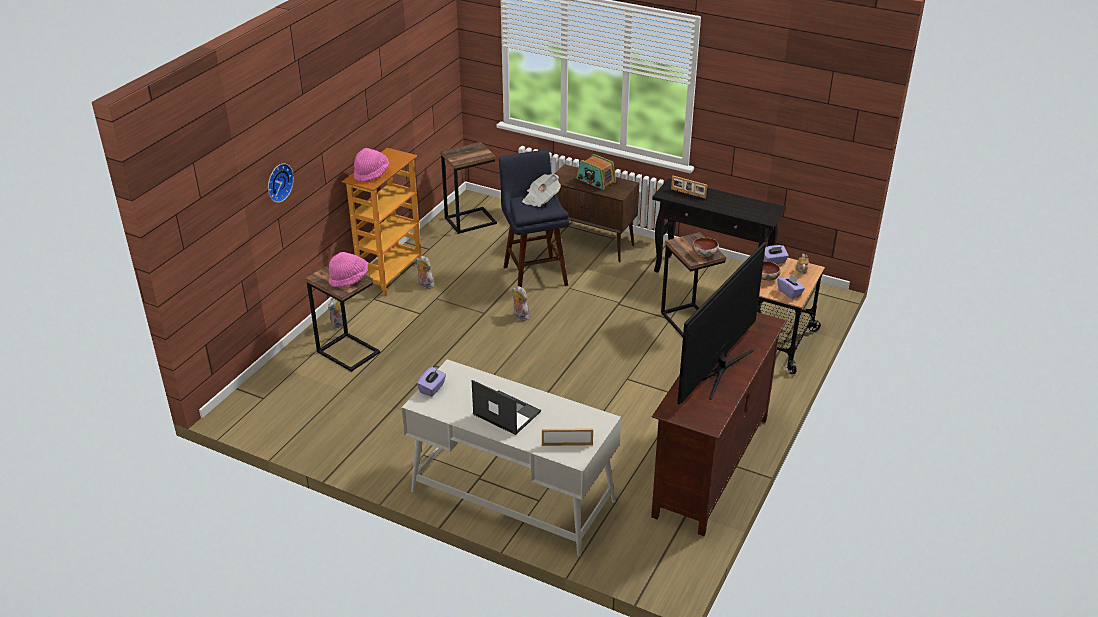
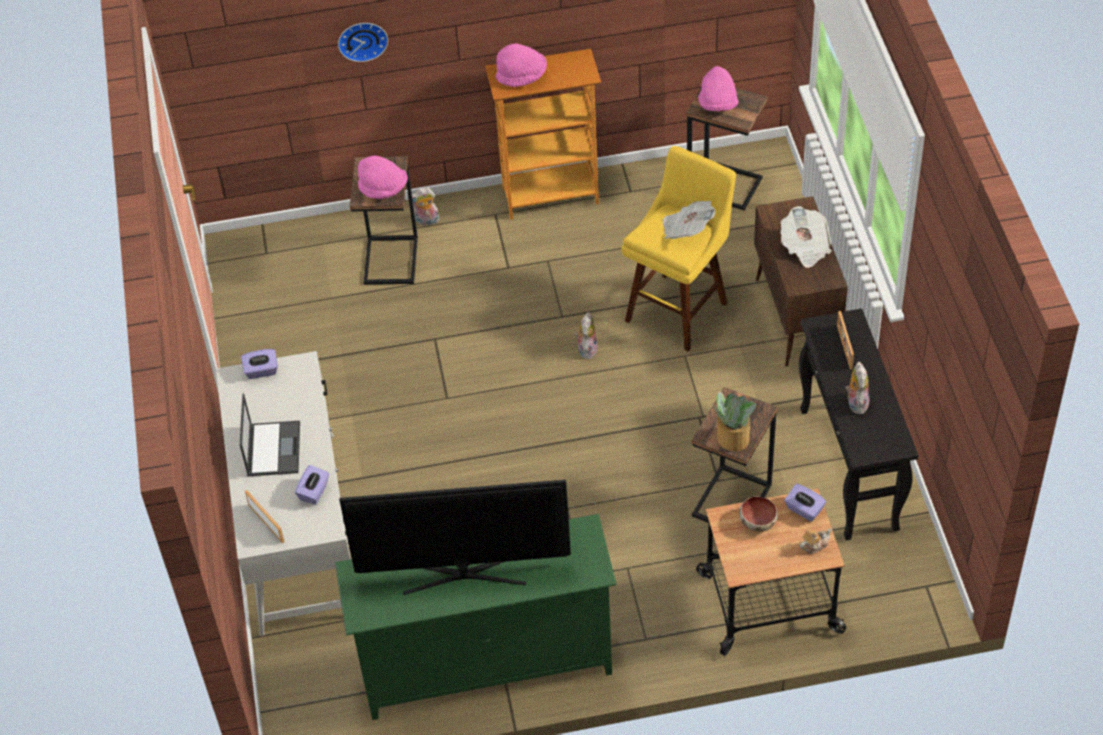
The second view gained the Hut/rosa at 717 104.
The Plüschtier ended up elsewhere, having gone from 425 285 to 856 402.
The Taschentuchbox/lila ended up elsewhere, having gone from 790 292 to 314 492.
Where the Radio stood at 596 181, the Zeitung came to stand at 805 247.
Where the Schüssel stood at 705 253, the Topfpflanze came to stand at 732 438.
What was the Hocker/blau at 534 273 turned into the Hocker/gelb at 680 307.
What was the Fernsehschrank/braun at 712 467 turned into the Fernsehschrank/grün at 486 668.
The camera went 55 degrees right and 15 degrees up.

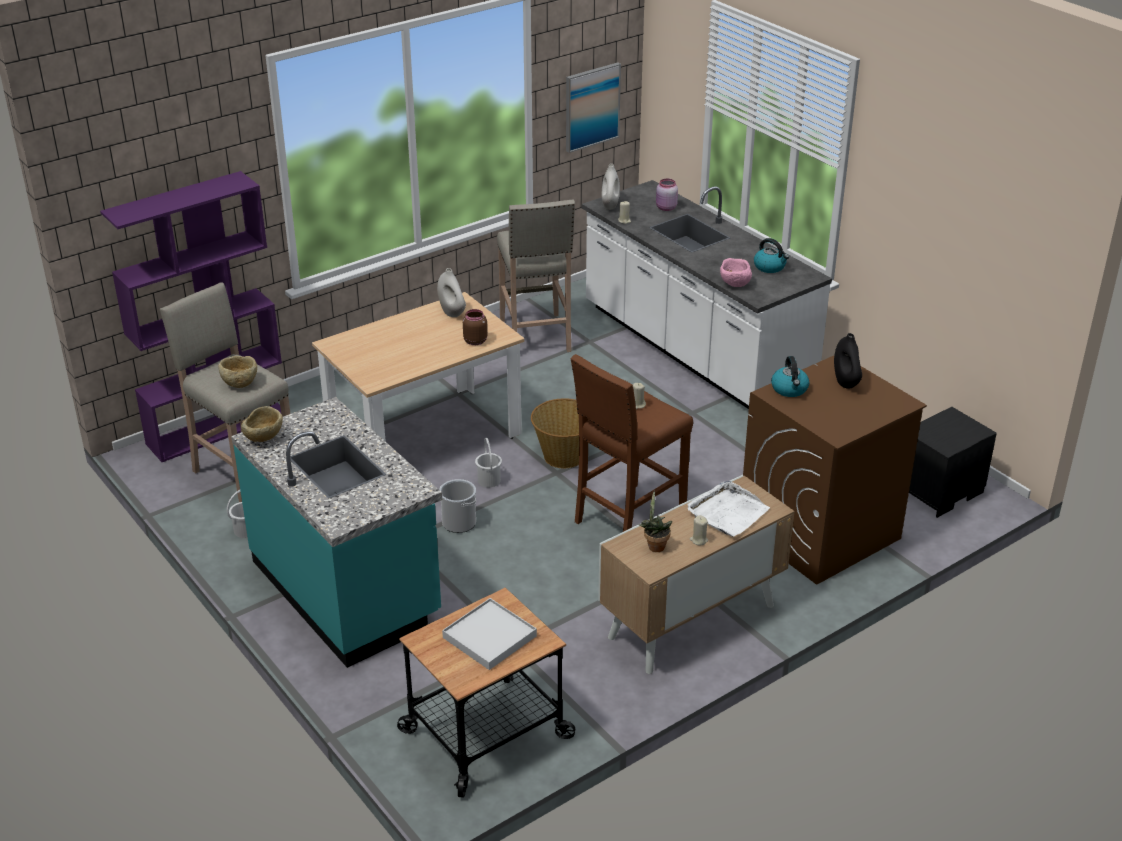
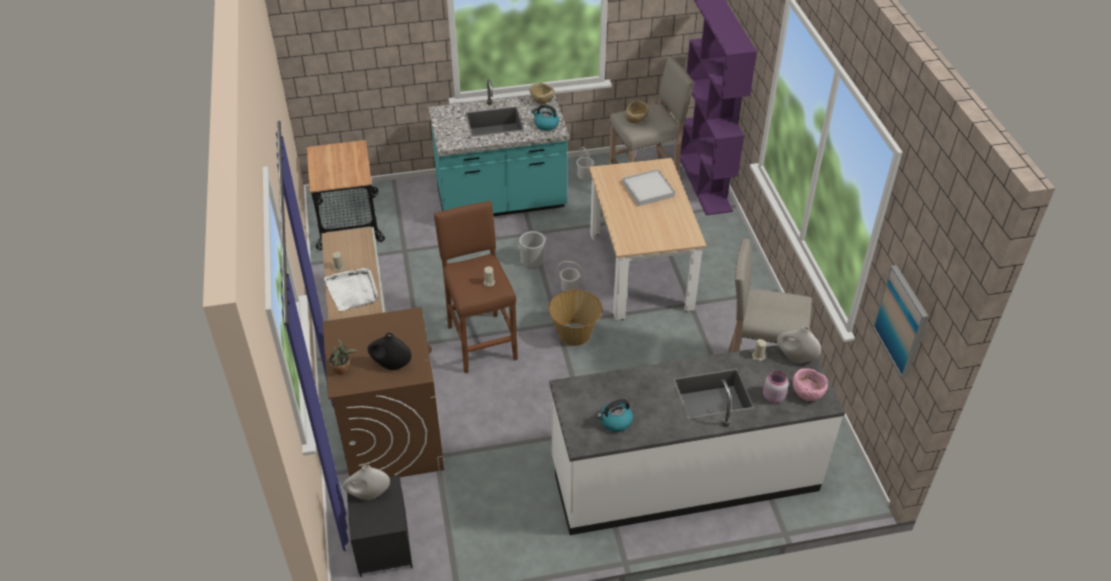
The second view lost the Vorratsglas/braun at 475 341.
The Vase/weiß ended up elsewhere, having gone from 452 312 to 368 495.
The Tablett/weiß ended up elsewhere, having gone from 490 637 to 648 189.
The Topfpflanze ended up elsewhere, having gone from 655 545 to 343 370.
The Schüssel/rosa ended up elsewhere, having gone from 734 284 to 807 393.
The Wasserkessel ended up elsewhere, having gone from 790 389 to 546 125.
The camera went 115 degrees right and 10 degrees up.

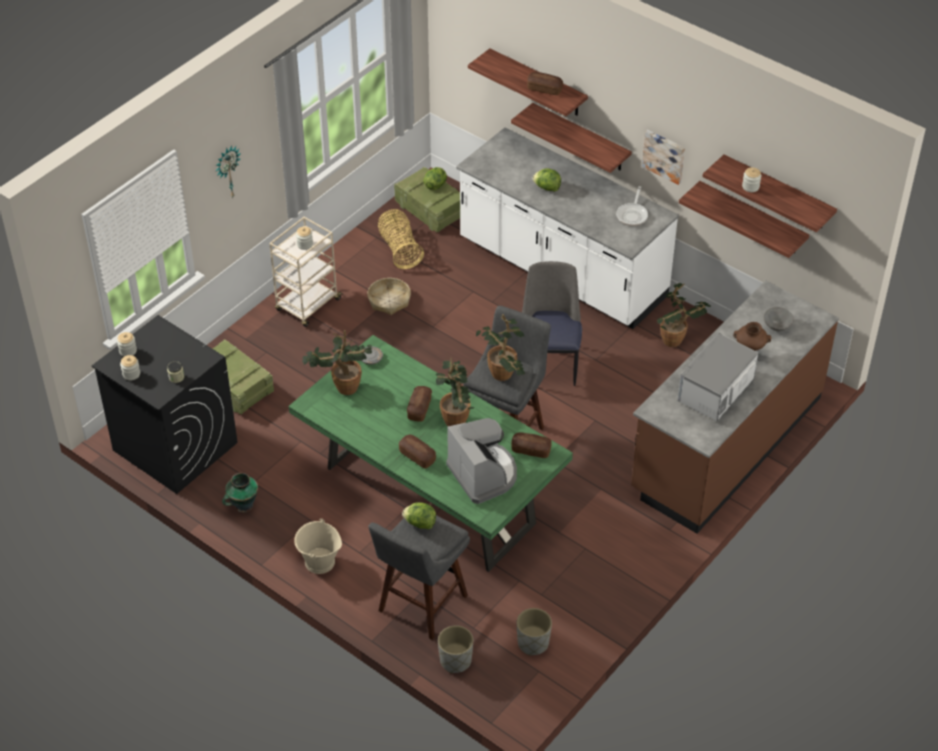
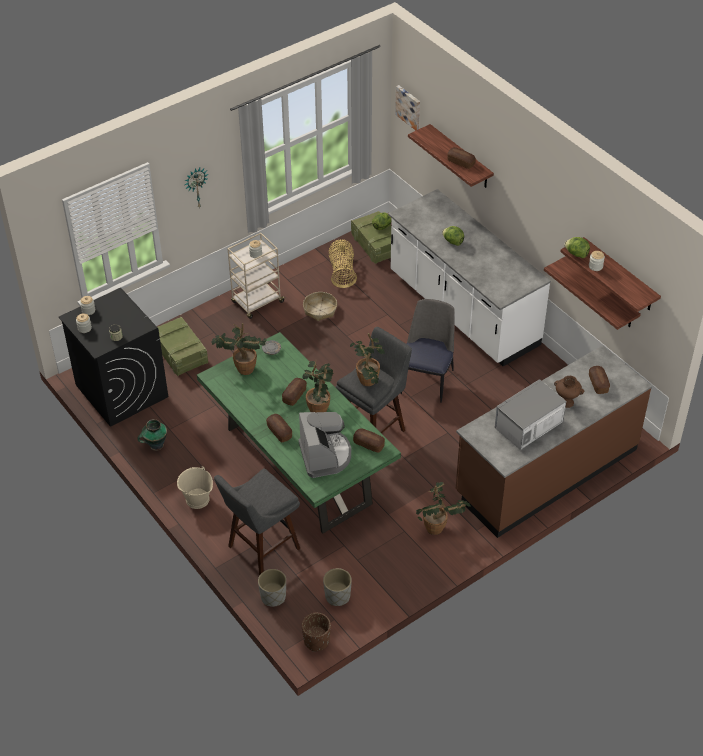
The second view lost the Wandregal at 580 138.
The second view lost the Pfanne at 632 215.
The second view gained the Pflanzkübel/braun at 316 641.
The Salatkopf ended up elsewhere, having gone from 420 523 to 576 254.
The Bild ended up elsewhere, having gone from 664 155 to 409 107.
The Topfpflanze ended up elsewhere, having gone from 677 340 to 439 528.
Where the Schüssel/grau stood at 777 326, the Brot came to stand at 598 384.
The camera went 15 degrees right and 0 degrees up.

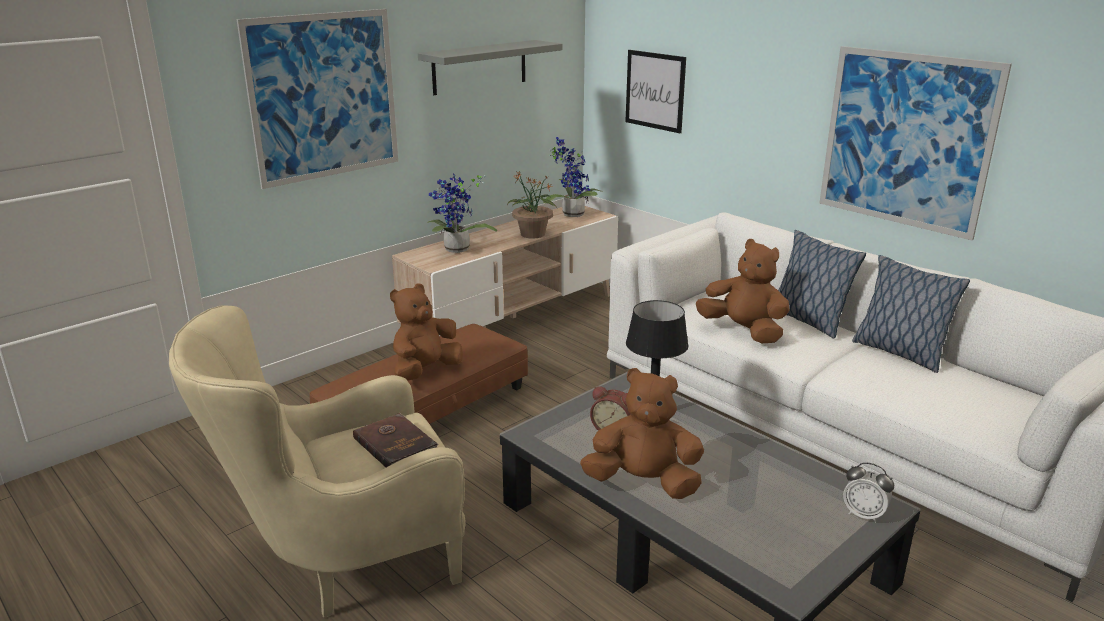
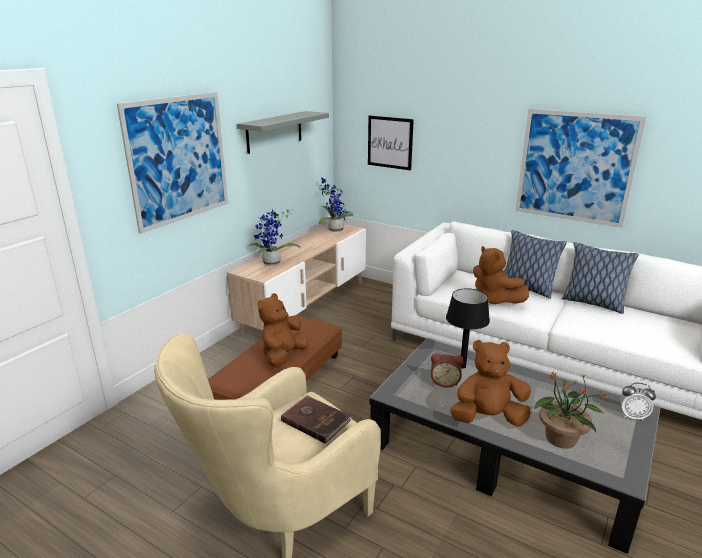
The Topfpflanze ended up elsewhere, having gone from 532 234 to 561 439.
The Plüschtier/braun at 743 331 ended up facing another way, 150 degrees counterclockwise from before.
The camera went 15 degrees left and 0 degrees up.

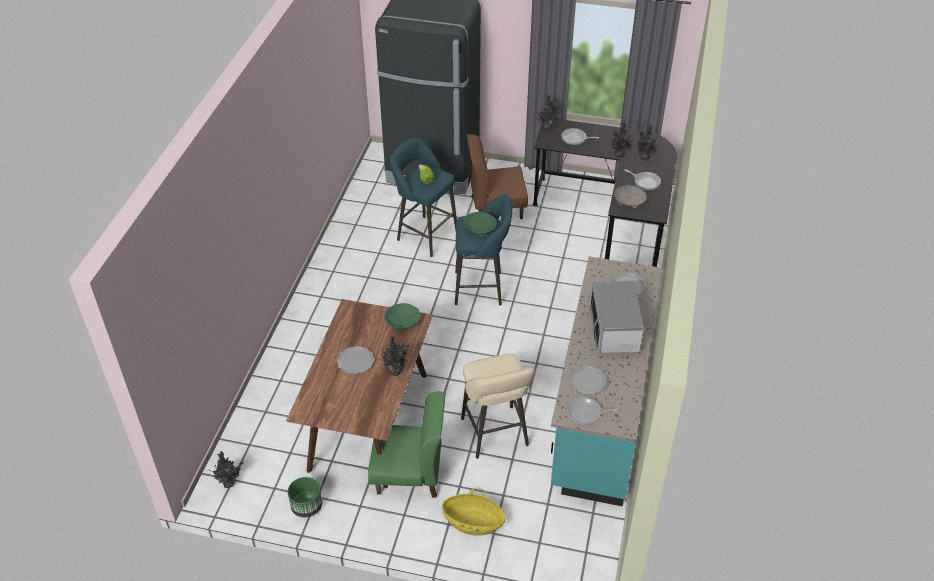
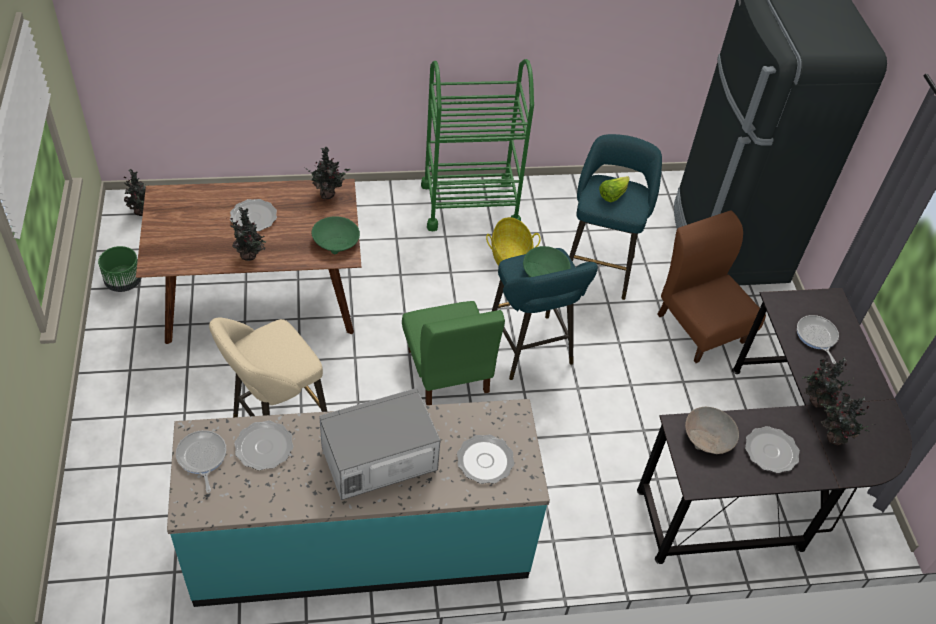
The second view gained the Rollwagen/grün at 469 204.
The Stuhl/grün ended up elsewhere, having gone from 409 474 to 447 371.
The Korb ended up elsewhere, having gone from 473 522 to 510 257.
The Topfpflanze ended up elsewhere, having gone from 547 127 to 328 194.
Where the Pfanne stood at 645 182, the Teller came to stand at 771 451.
The camera went 65 degrees right and 5 degrees up.

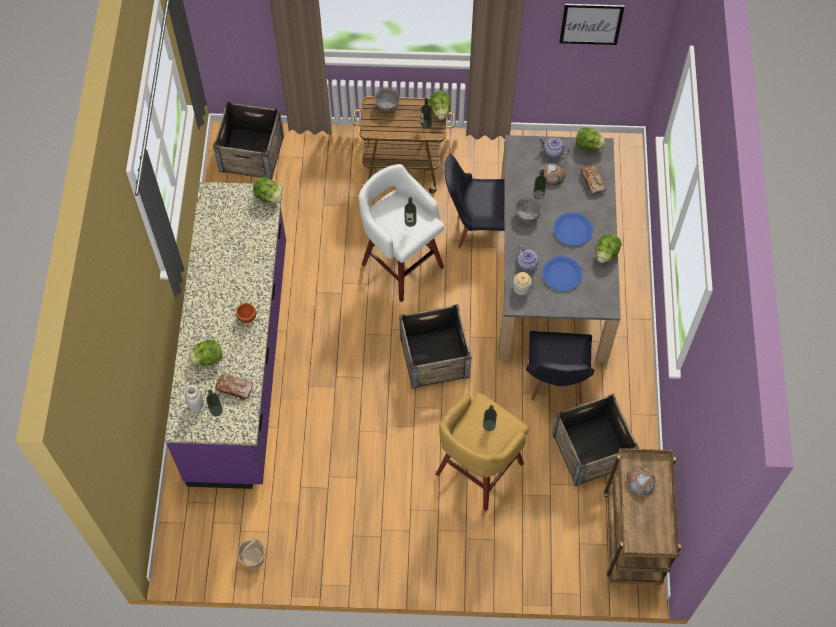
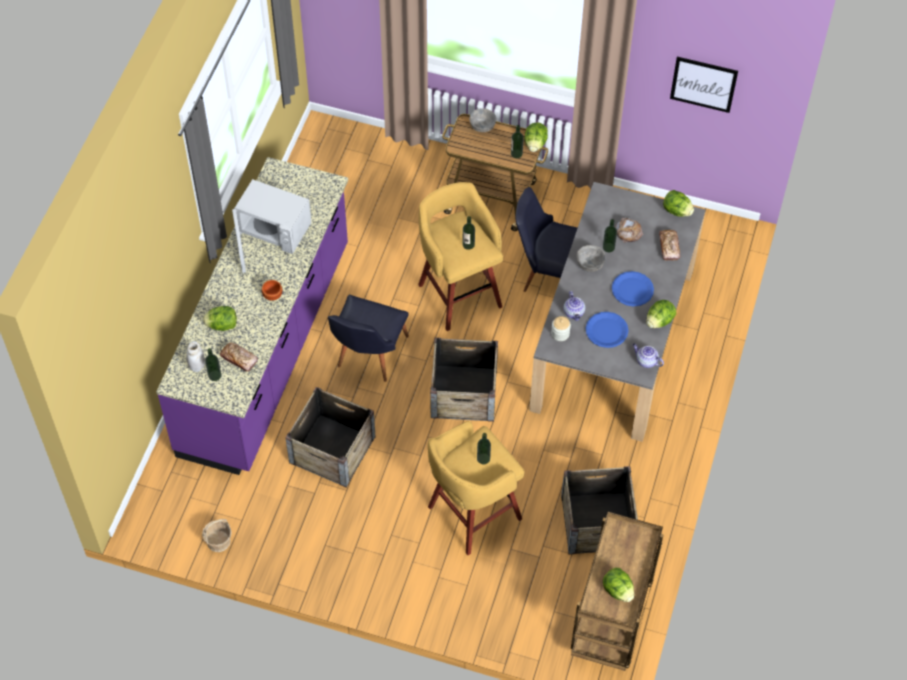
The second view lost the Brot at 640 481.
The second view gained the Mikrowelle/weiß at 271 230.
The Kiste ended up elsewhere, having gone from 251 153 to 332 449.
The Salatkopf ended up elsewhere, having gone from 268 196 to 618 590.
The Stuhl/schwarz ended up elsewhere, having gone from 555 382 to 368 357.
The Teekanne ended up elsewhere, having gone from 552 152 to 646 361.
What was the Hocker/weiß at 401 264 turned into the Hocker/gelb at 459 293.
The camera went 15 degrees right and 5 degrees down.

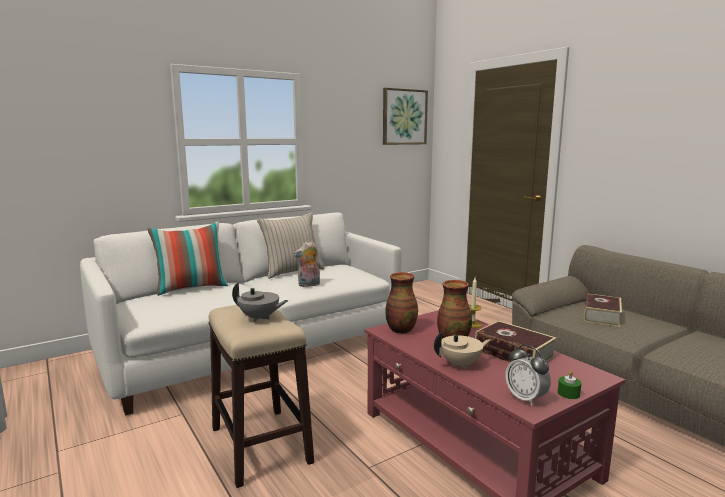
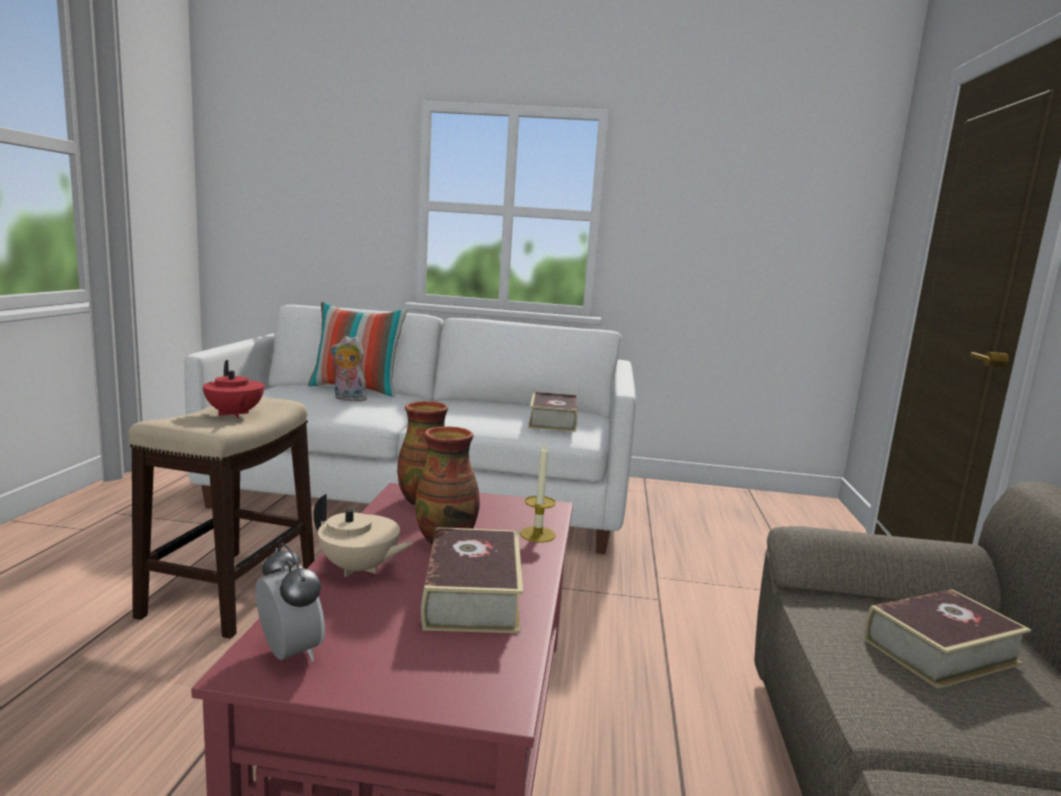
The second view lost the Kissen/beige at 292 271.
The second view lost the Bild at 404 117.
The second view lost the Kerze/grün at 568 393.
The second view gained the Buch at 553 421.
The Plüschtier ended up elsewhere, having gone from 308 285 to 348 399.
What was the Teekanne/grau at 260 318 turned into the Teekanne/rot at 234 414.
The Wecker at 525 398 ended up facing another way, 135 degrees clockwise from before.
The camera went 40 degrees right and 0 degrees up.

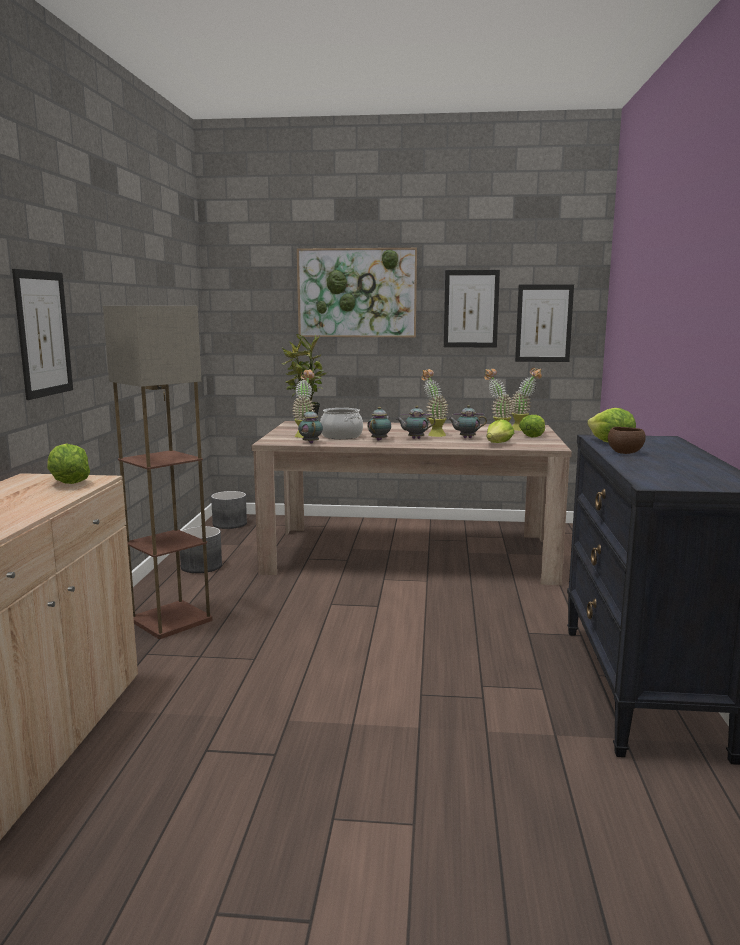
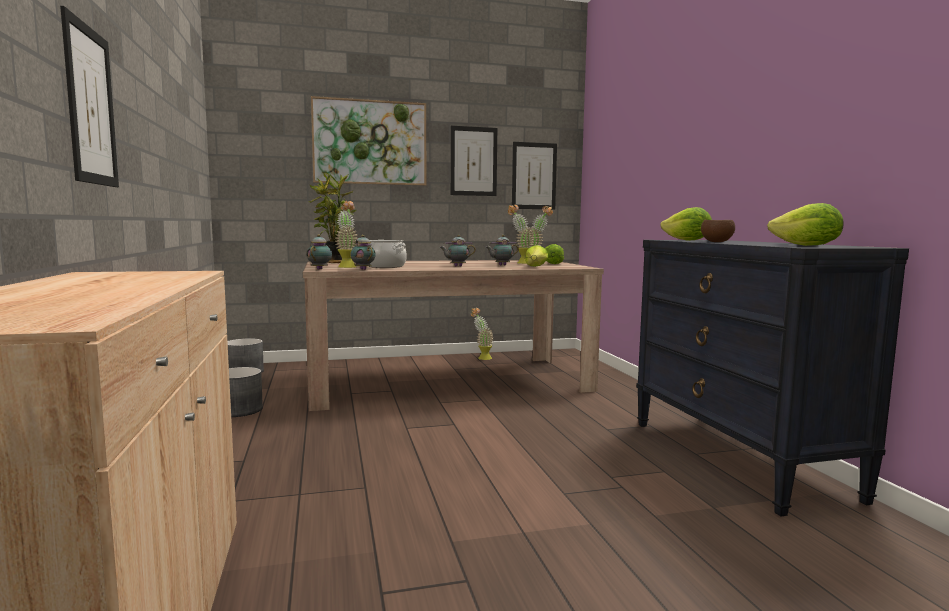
The second view lost the Stehlampe at 171 619.
The Salatkopf ended up elsewhere, having gone from 68 483 to 807 246.
The Teekanne ended up elsewhere, having gone from 380 440 to 320 269.
The Topfpflanze ended up elsewhere, having gone from 433 434 to 481 358.
The camera went 20 degrees left and 5 degrees down.

